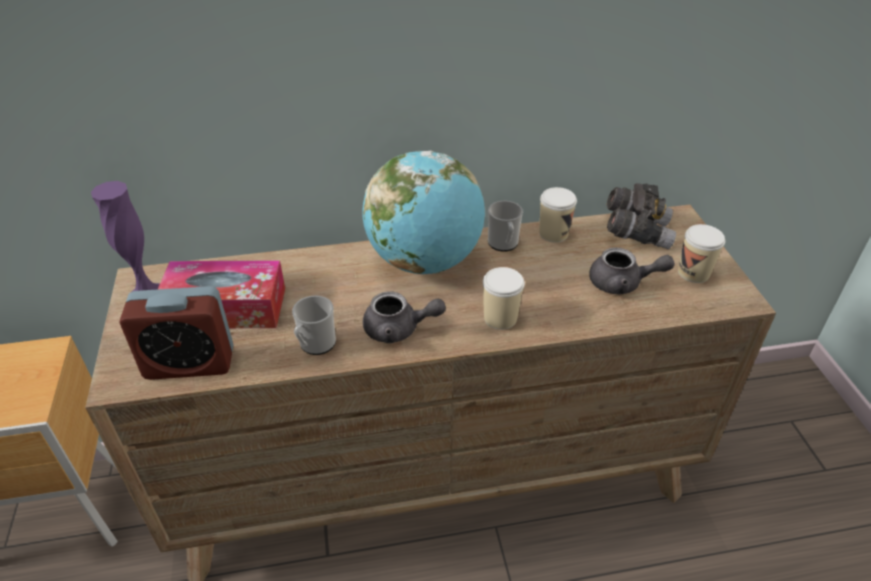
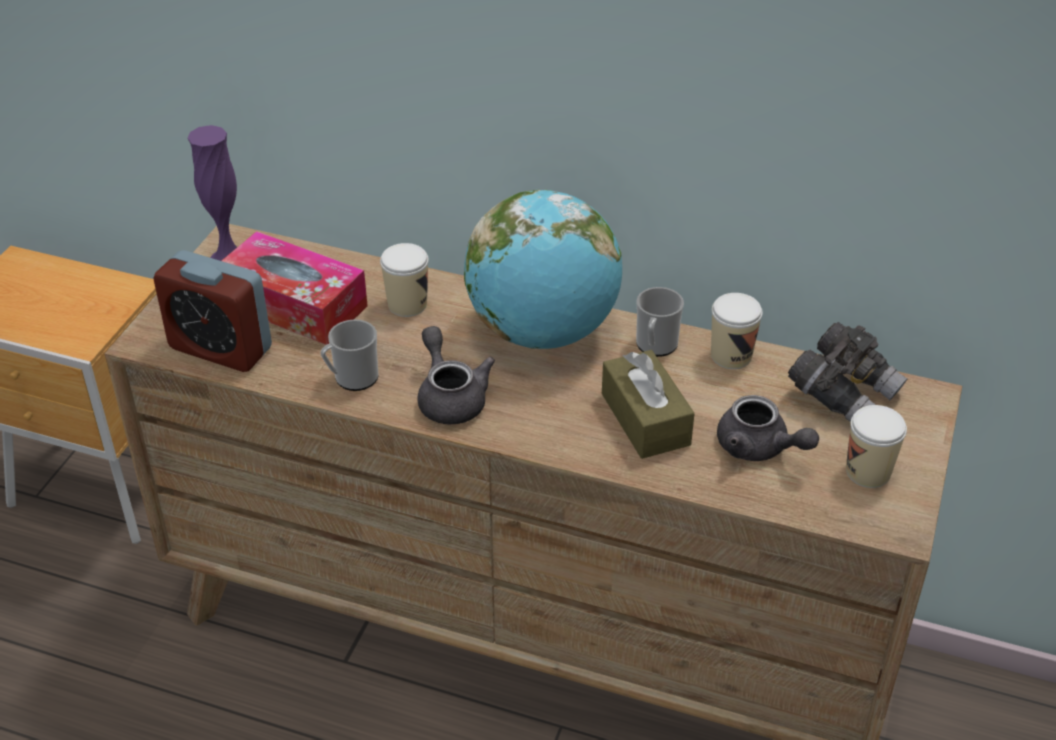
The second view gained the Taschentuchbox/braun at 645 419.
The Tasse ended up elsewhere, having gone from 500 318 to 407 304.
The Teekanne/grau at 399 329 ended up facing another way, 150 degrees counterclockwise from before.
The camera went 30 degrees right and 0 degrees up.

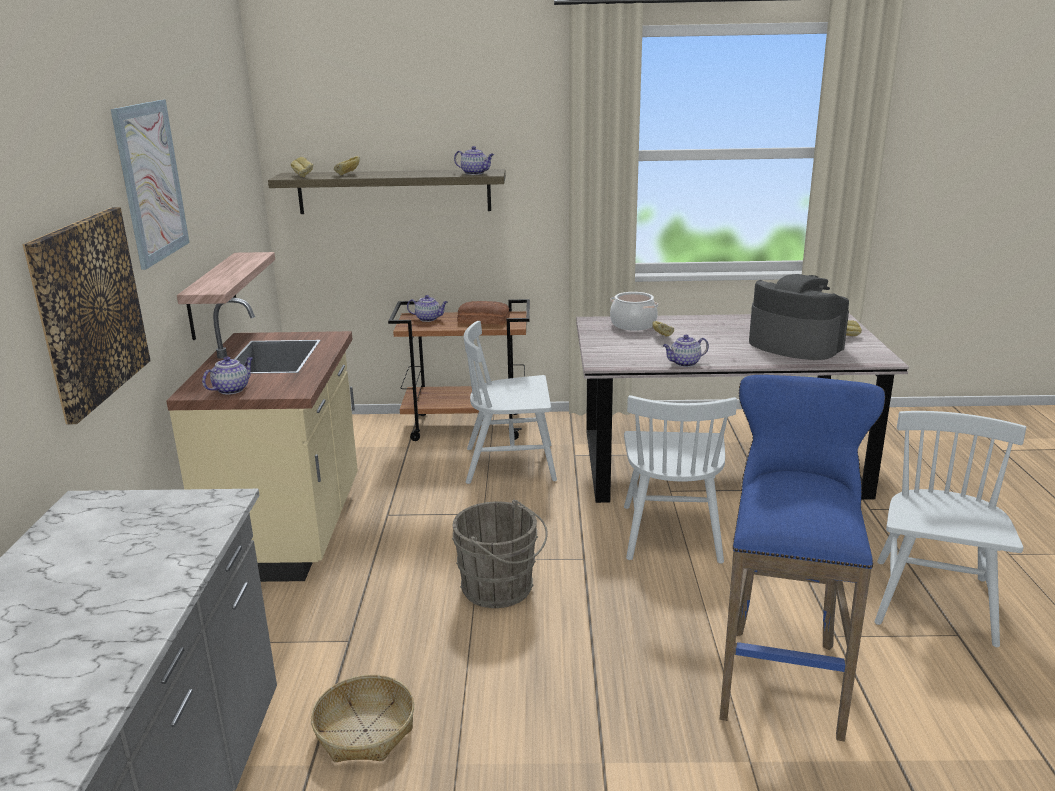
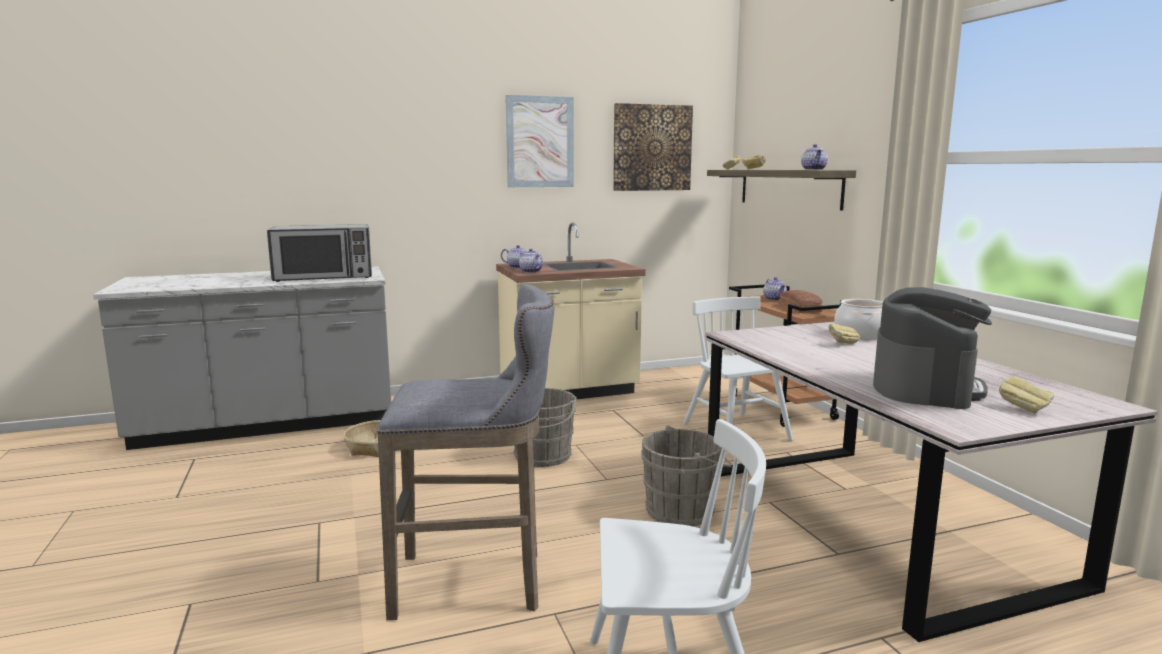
The second view lost the Wandregal at 211 296.
The second view gained the Mikrowelle at 324 277.
The Bild ended up elsewhere, having gone from 89 310 to 652 148.
The Teekanne ended up elsewhere, having gone from 684 363 to 530 271.
Where the Stuhl/weiß stood at 671 533, the Eimer/grau came to stand at 684 510.
What was the Hocker/blau at 781 674 turned into the Hocker/grau at 476 583.
The camera went 70 degrees right and 10 degrees down.

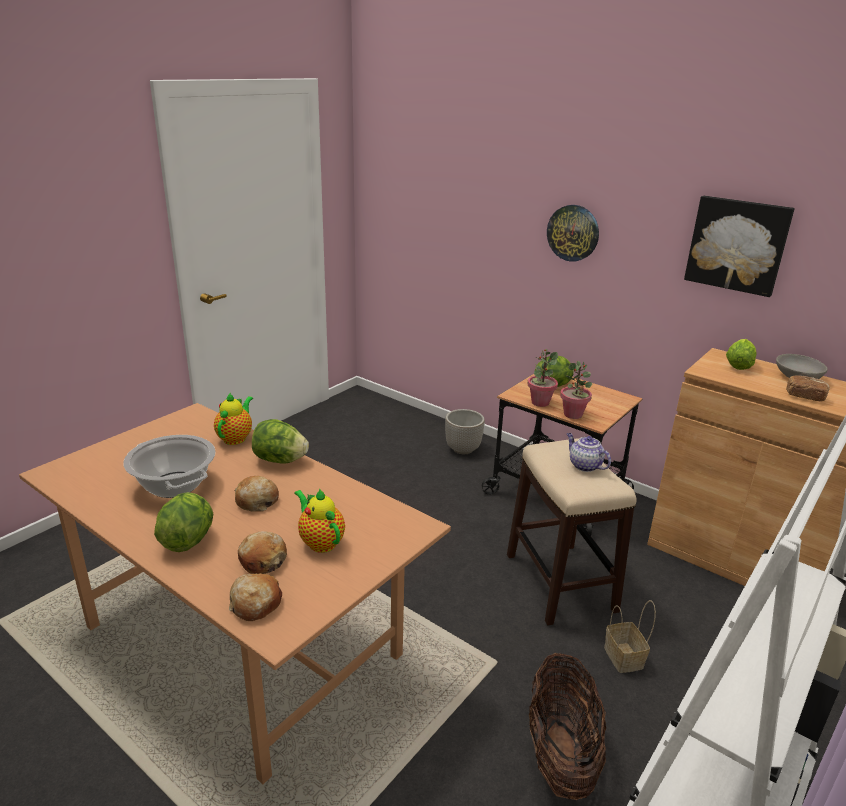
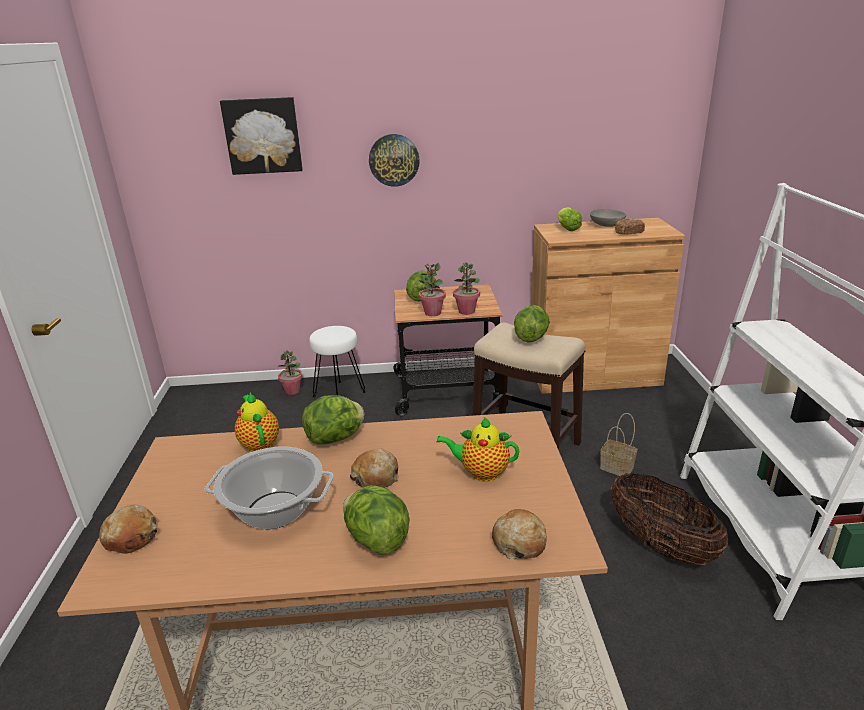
The second view gained the Topfpflanze at 292 391.
The Brot ended up elsewhere, having gone from 262 560 to 131 537.
The Bild ended up elsewhere, having gone from 737 245 to 263 135.
Where the Pflanzkübel stood at 463 449, the Hocker/weiß came to stand at 340 394.
Where the Teekanne stood at 584 465, the Salatkopf came to stand at 531 338.
The camera went 40 degrees left and 0 degrees up.

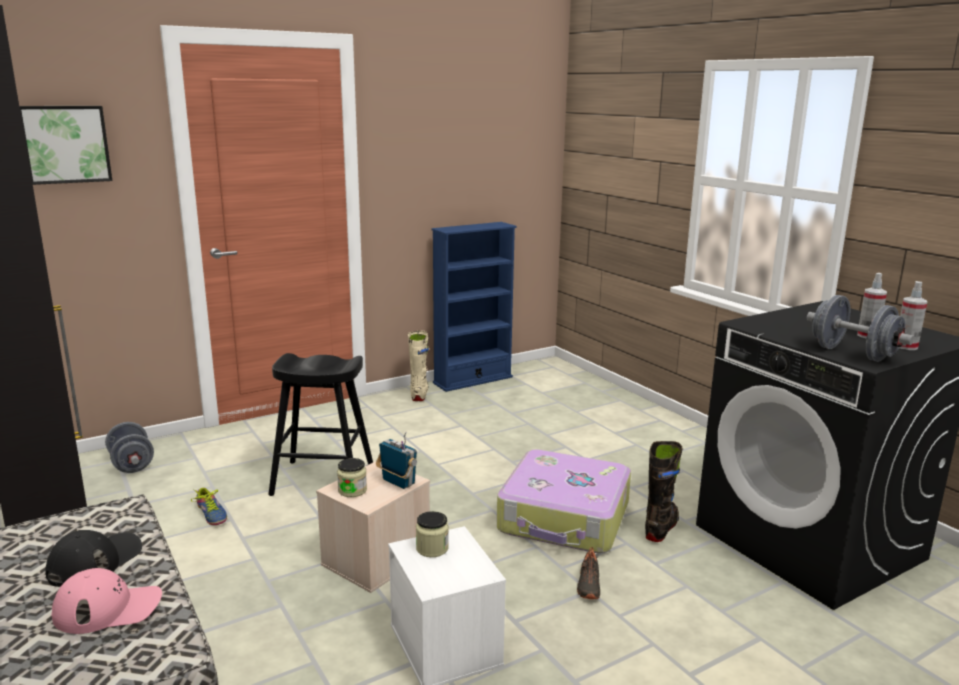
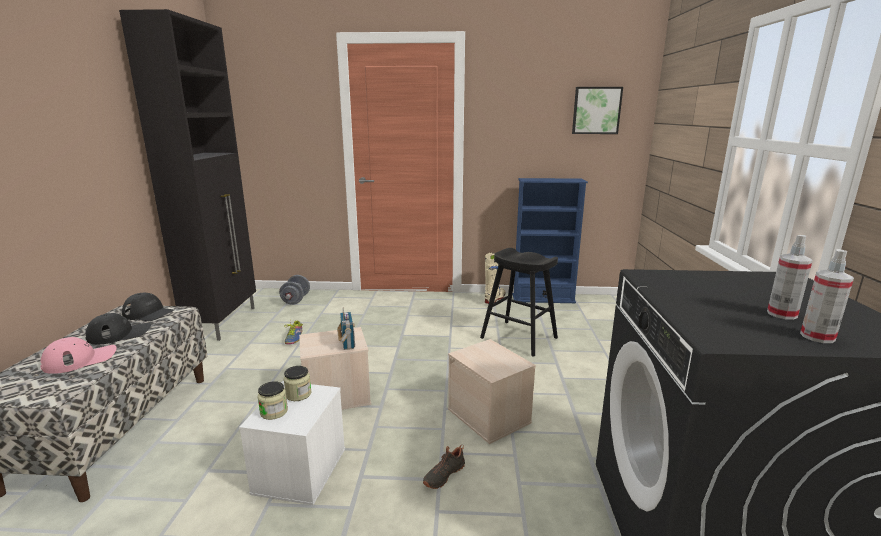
The second view lost the Stiefel/schwarz at 661 528.
The second view lost the Hantel/grau at 853 354.
The second view gained the Kappe/schwarz at 149 313.
The Bild ended up elsewhere, having gone from 65 144 to 596 110.
The Hocker/schwarz ended up elsewhere, having gone from 323 480 to 519 338.
The Vorratsglas ended up elsewhere, having gone from 352 490 to 274 412.
Where the Koffer stood at 565 518, the Aufbewahrungsbox/beige came to stand at 490 416.
The Kappe/rosa at 108 608 ended up facing another way, 60 degrees counterclockwise from before.
The camera went 35 degrees right and 0 degrees up.

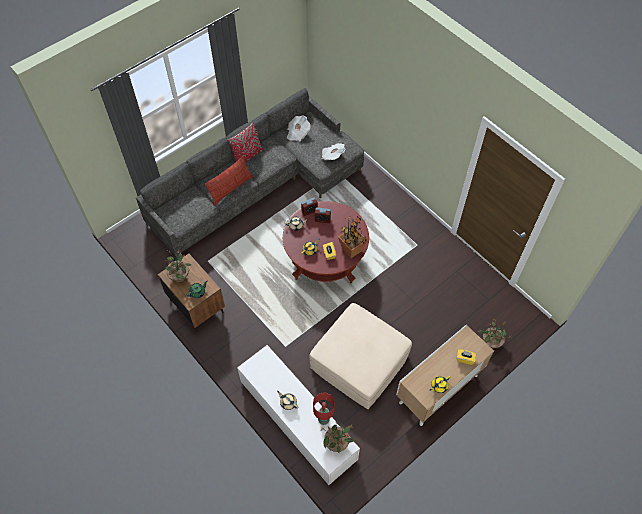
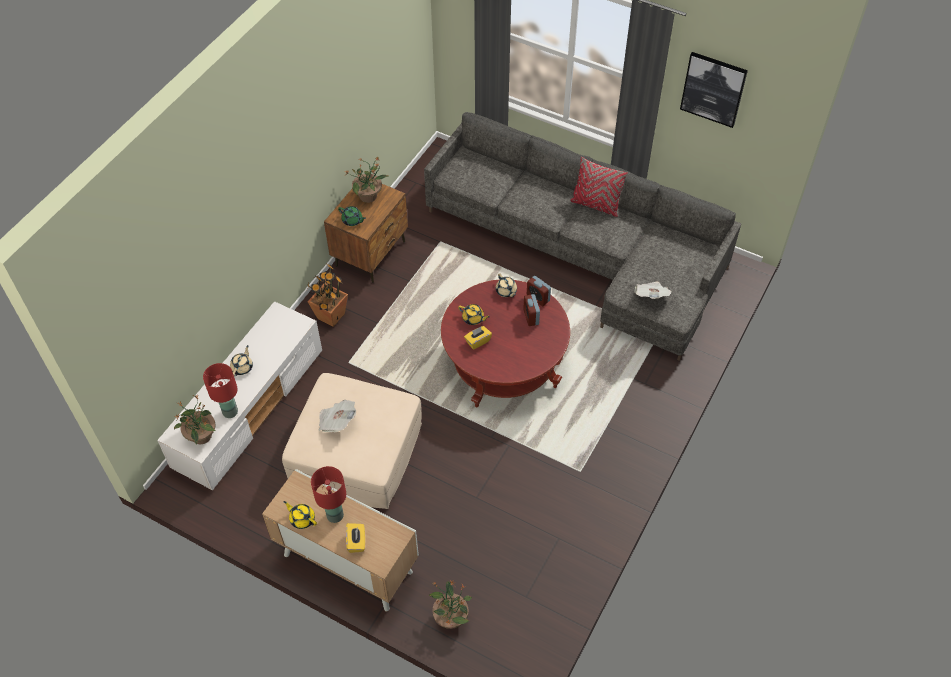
The second view lost the Kissen at 231 189.
The second view gained the Tischlampe/rot at 335 515.
The second view gained the Bild at 713 89.
The Zeitung ended up elsewhere, having gone from 297 133 to 337 422.
The Topfpflanze ended up elsewhere, having gone from 351 250 to 330 316.
The camera went 70 degrees right and 5 degrees down.

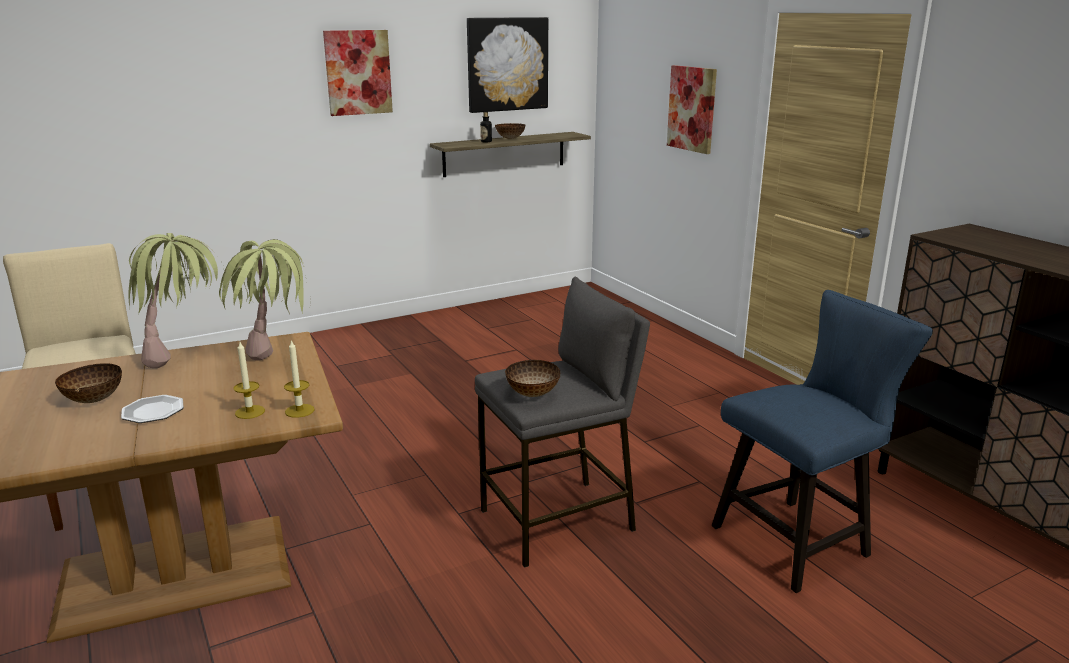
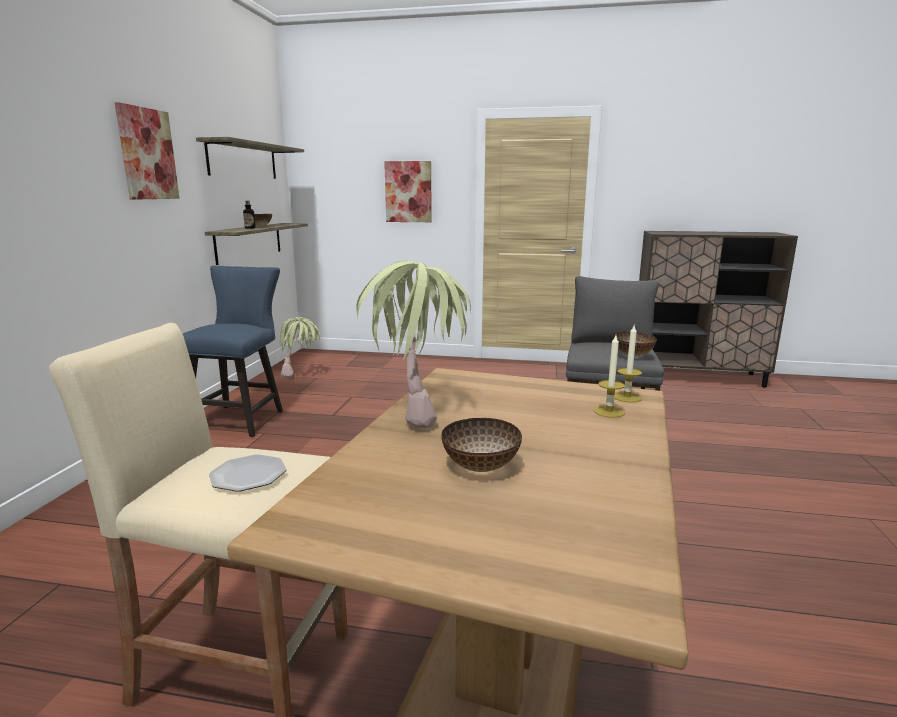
The Teller ended up elsewhere, having gone from 154 411 to 249 475.
The Topfpflanze ended up elsewhere, having gone from 276 366 to 302 376.
The Stuhl/blau ended up elsewhere, having gone from 799 539 to 240 418.
Where the Bild hung at 507 64, the Wandregal came to hang at 243 160.
The camera went 50 degrees left and 5 degrees down.

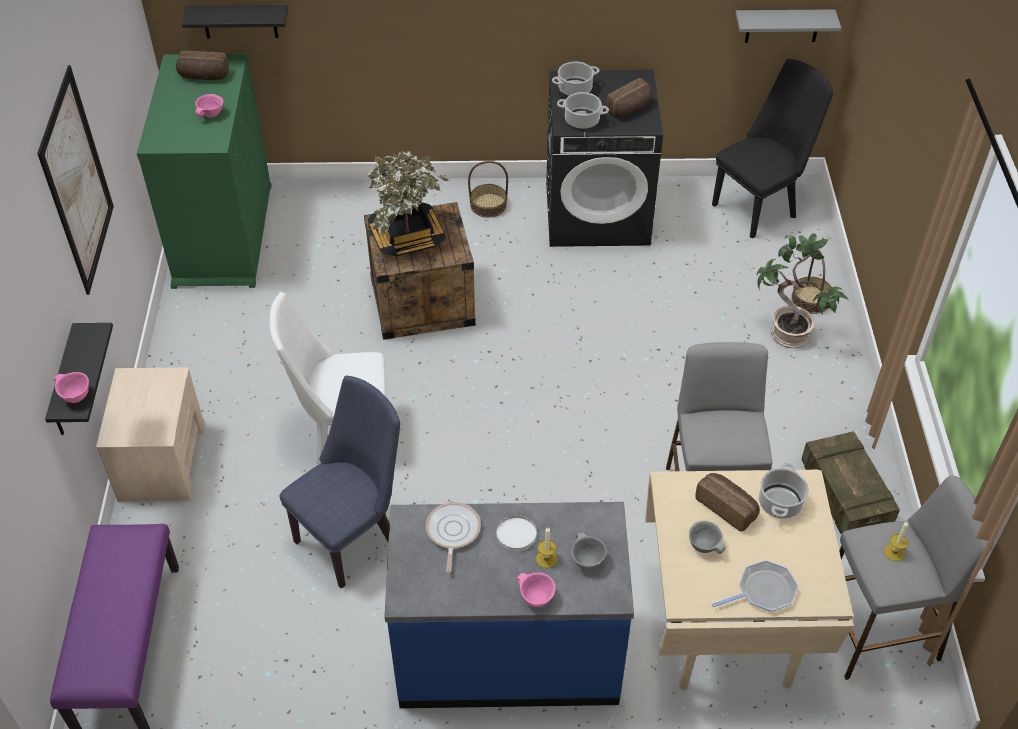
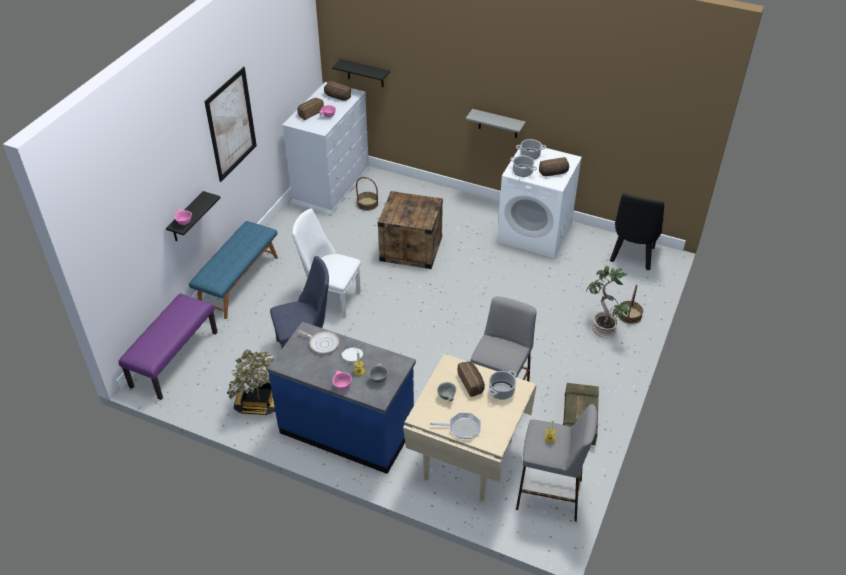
The second view gained the Brot at 310 113.
The Topfpflanze ended up elsewhere, having gone from 407 237 to 259 401.
The Korb ended up elsewhere, having gone from 488 205 to 367 204.
The Wandregal/grau ended up elsewhere, having gone from 782 25 to 498 124.
Where the Nachttisch/beige stood at 162 460, the Bank/blau came to stand at 238 282.
What was the Kommode/grün at 223 234 turned into the Kommode/weiß at 331 186.
What was the Waschmaschine/schwarz at 598 213 turned into the Waschmaschine/weiß at 535 233.
The Pfanne at 452 532 ended up facing another way, 90 degrees clockwise from before.
The Stuhl/schwarz at 759 207 ended up facing another way, 120 degrees clockwise from before.
The camera went 25 degrees right and 5 degrees down.

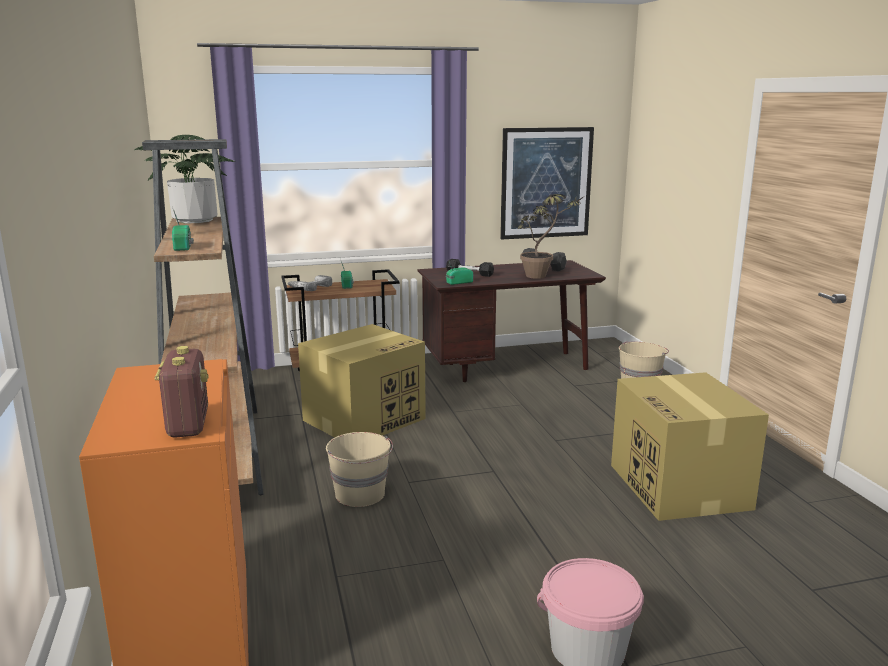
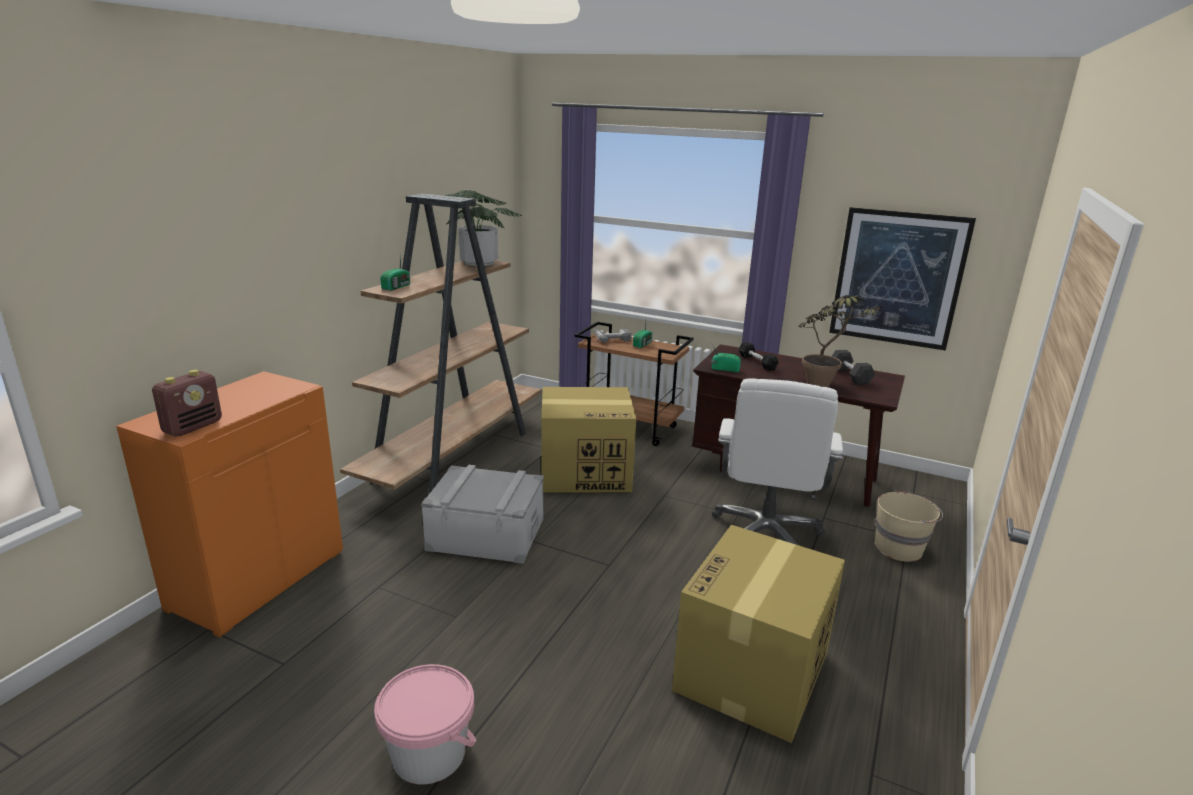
The second view gained the Bürostuhl/weiß at 766 534.
Where the Eimer/beige stood at 361 494, the Aufbewahrungsbox/grau came to stand at 486 534.
The camera went 40 degrees right and 5 degrees up.

